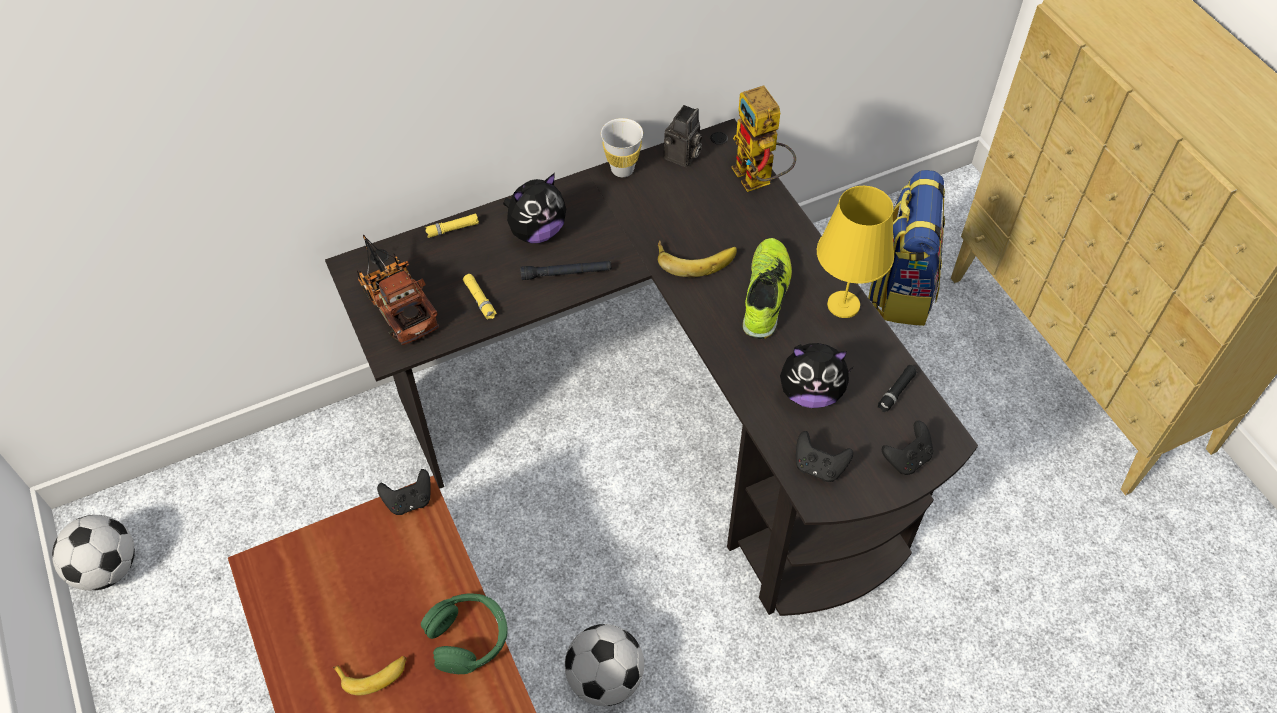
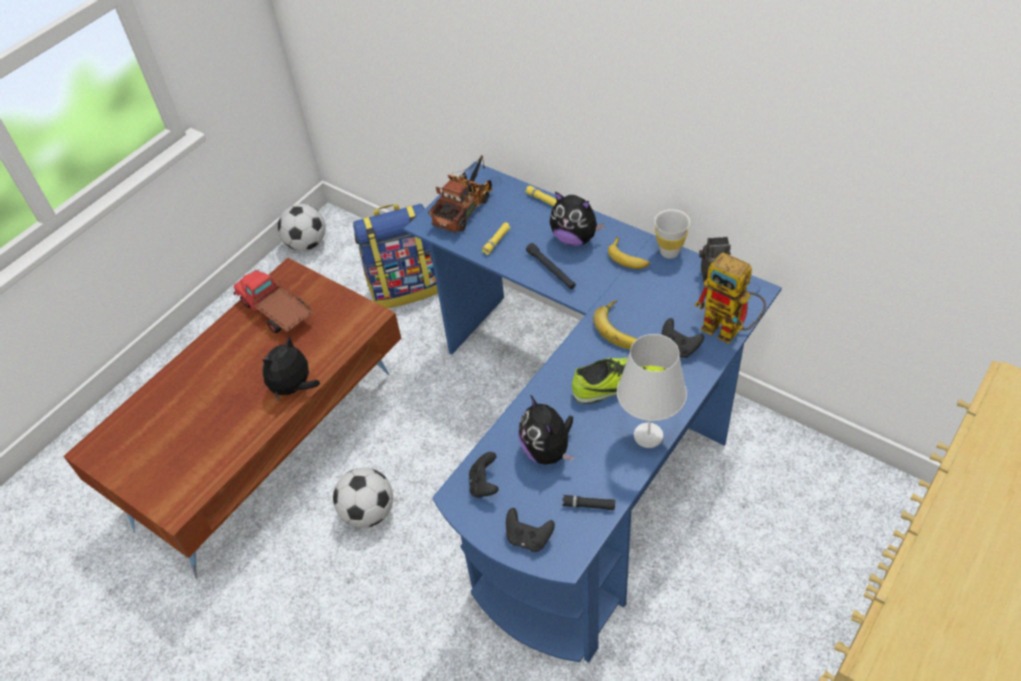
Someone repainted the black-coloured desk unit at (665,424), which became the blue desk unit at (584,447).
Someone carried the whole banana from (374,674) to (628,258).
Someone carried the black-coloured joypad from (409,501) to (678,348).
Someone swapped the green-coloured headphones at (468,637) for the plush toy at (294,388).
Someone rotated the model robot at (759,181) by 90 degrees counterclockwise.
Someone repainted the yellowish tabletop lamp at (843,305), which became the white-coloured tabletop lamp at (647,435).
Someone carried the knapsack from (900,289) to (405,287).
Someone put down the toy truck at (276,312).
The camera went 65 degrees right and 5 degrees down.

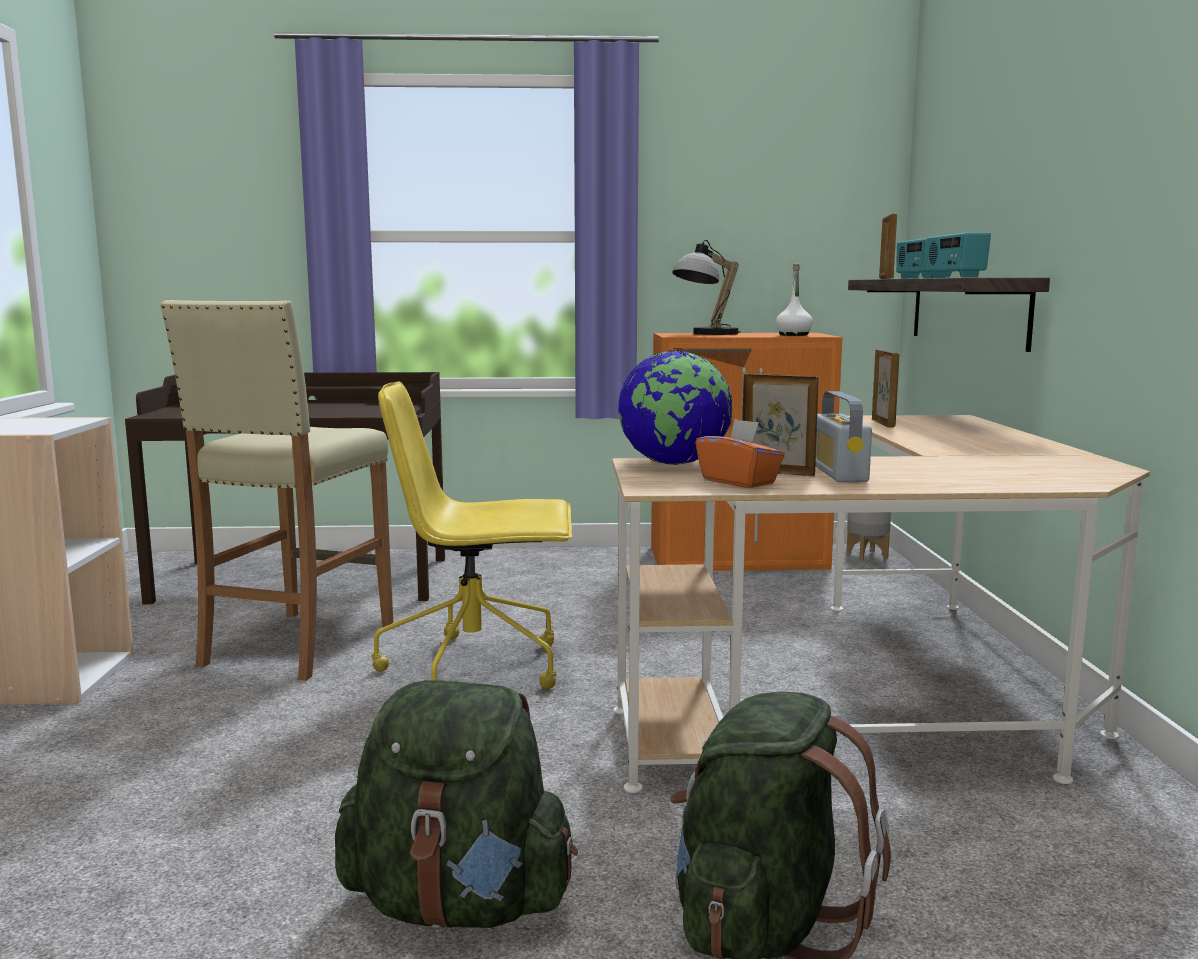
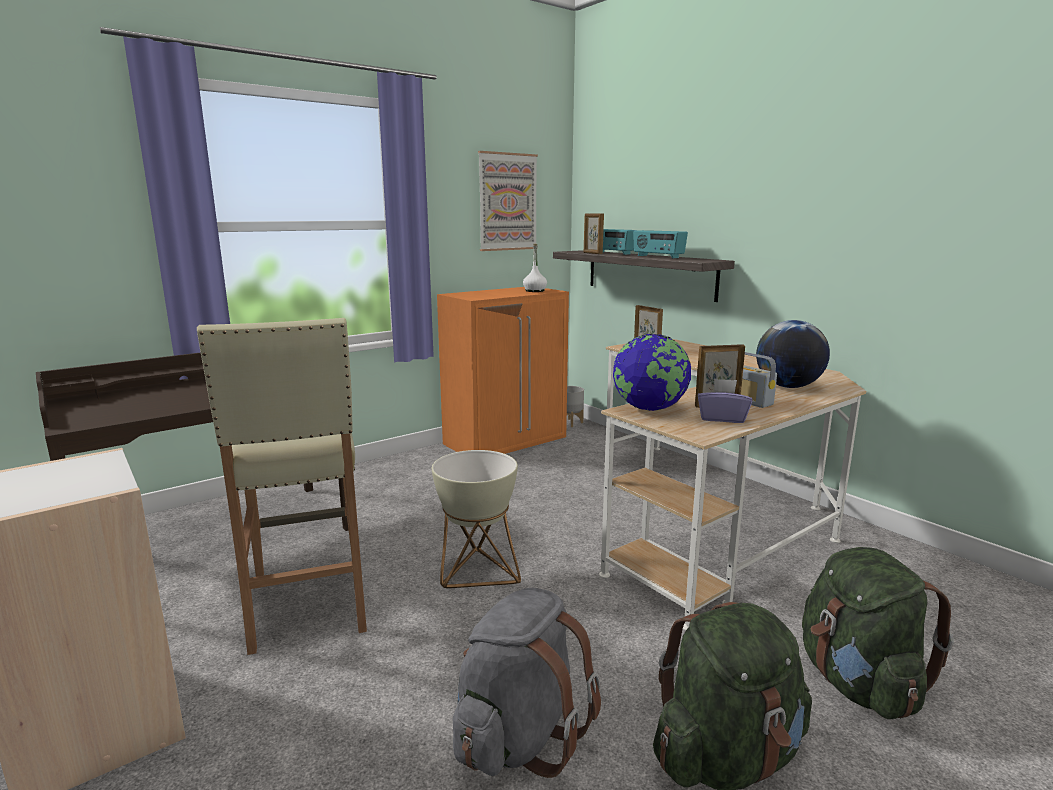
Someone swapped the yellowish desk chair at (482,668) for the flower pot at (477,573).
Someone took away the tabletop lamp at (707,334).
Someone repainted the orangey tissue holder at (739,481), which became the purple-coloured tissue holder at (722,418).
Someone put down the greyish knapsack at (519,736).
Someone put up the picture at (507,202).
Someone put down the globe at (788,386).
The camera went 35 degrees left and 5 degrees up.

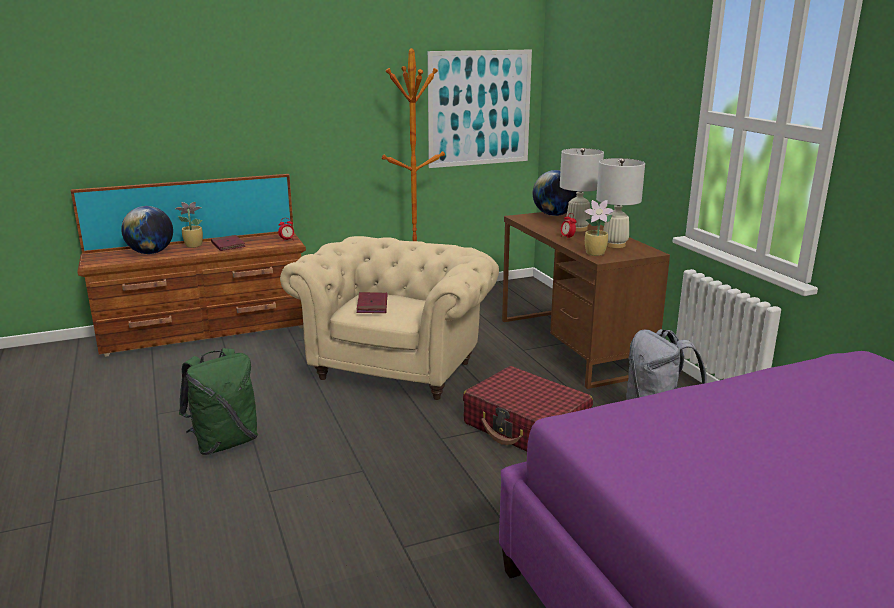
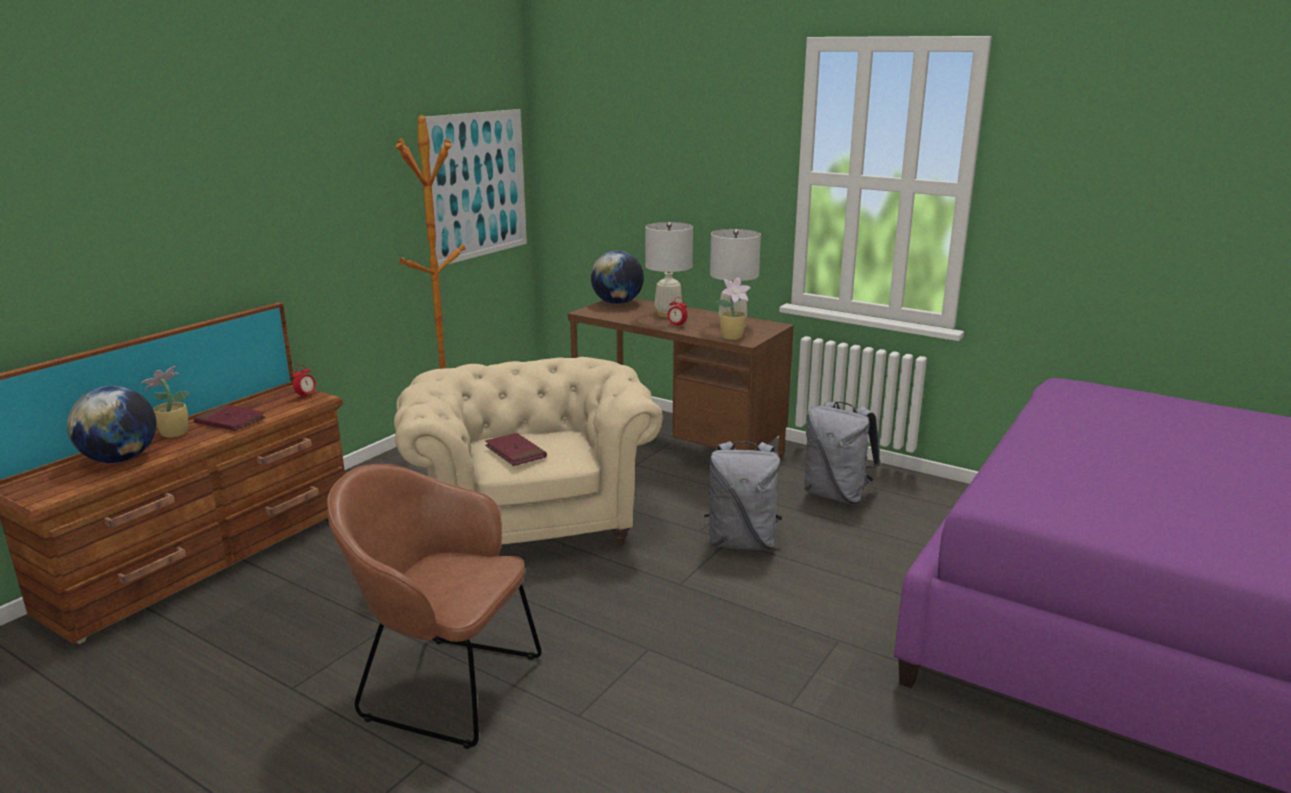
Someone swapped the green-coloured knapsack at (225,442) for the brown lounge chair at (443,685).
Someone swapped the red suitcase at (526,427) for the greyish knapsack at (742,542).
The camera went 35 degrees left and 0 degrees up.

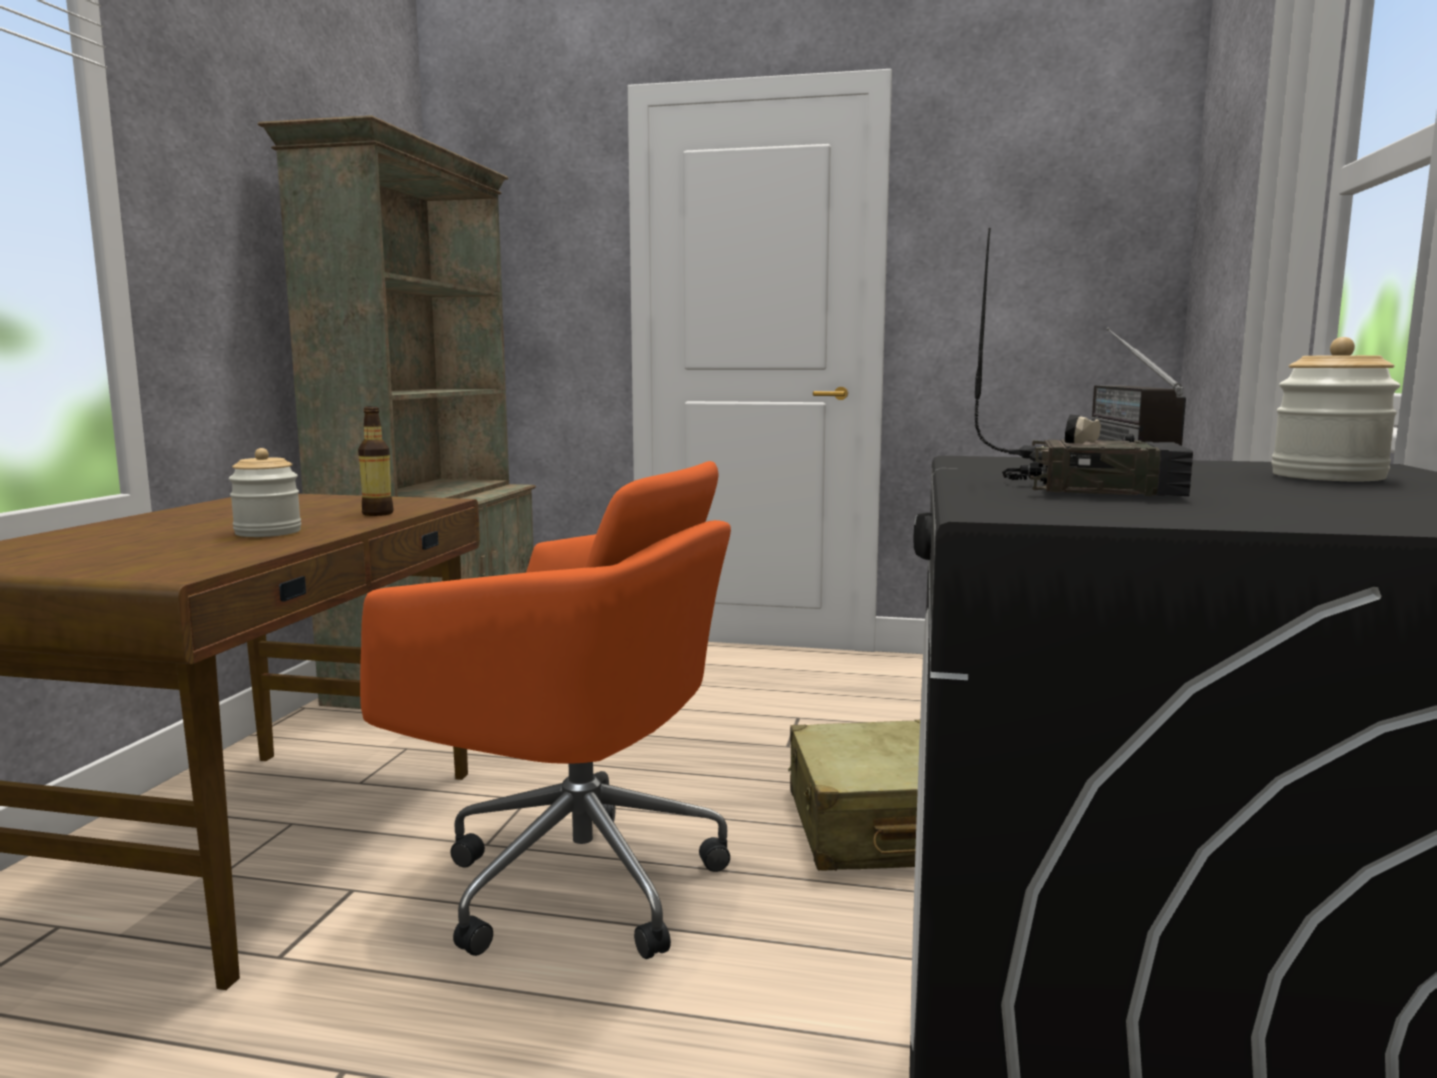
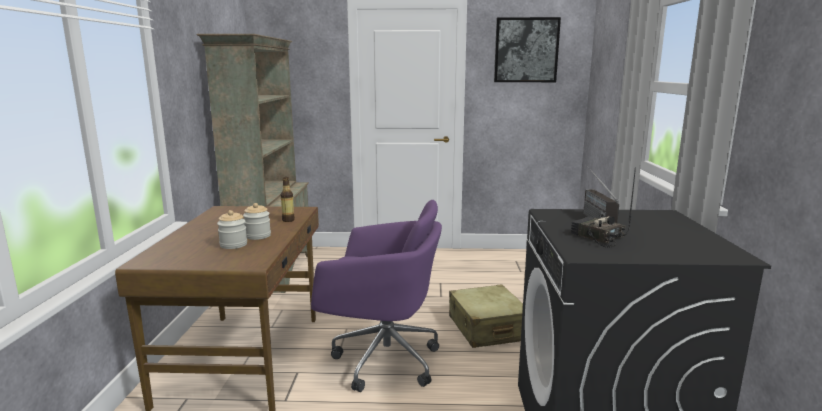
Someone repainted the orangey desk chair at (569,883), which became the purple-coloured desk chair at (381,361).
Someone rotated the radio receiver at (1095,489) by 135 degrees counterclockwise.
Someone carried the preserve jar from (1327,476) to (233,245).
Someone put up the picture at (526,50).
The camera went 10 degrees left and 5 degrees up.

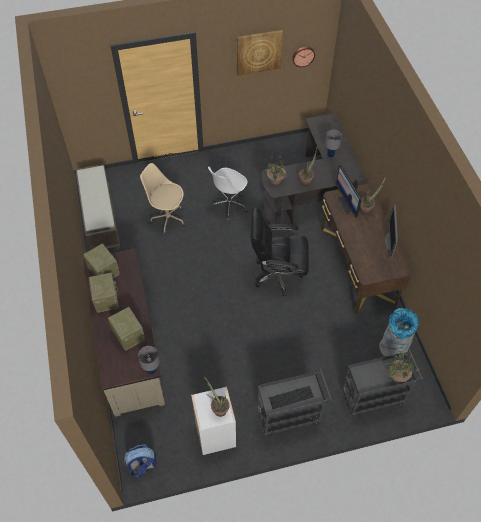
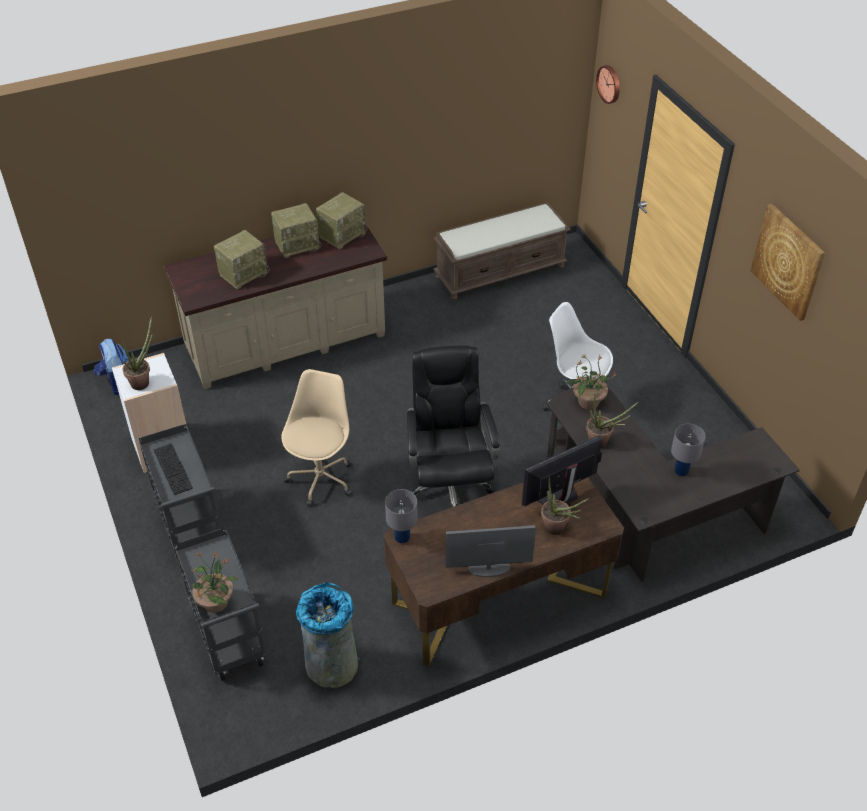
Someone carried the greyish tabletop lamp from (151,370) to (401,537).
Someone carried the beige-coloured desk chair from (167,219) to (321,479).
Someone carried the clock on the wall from (303,56) to (609,84).
The camera went 80 degrees right and 10 degrees down.

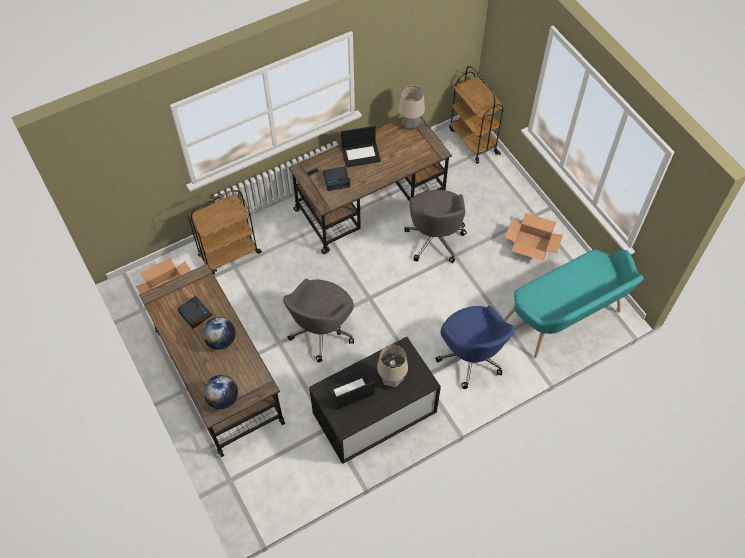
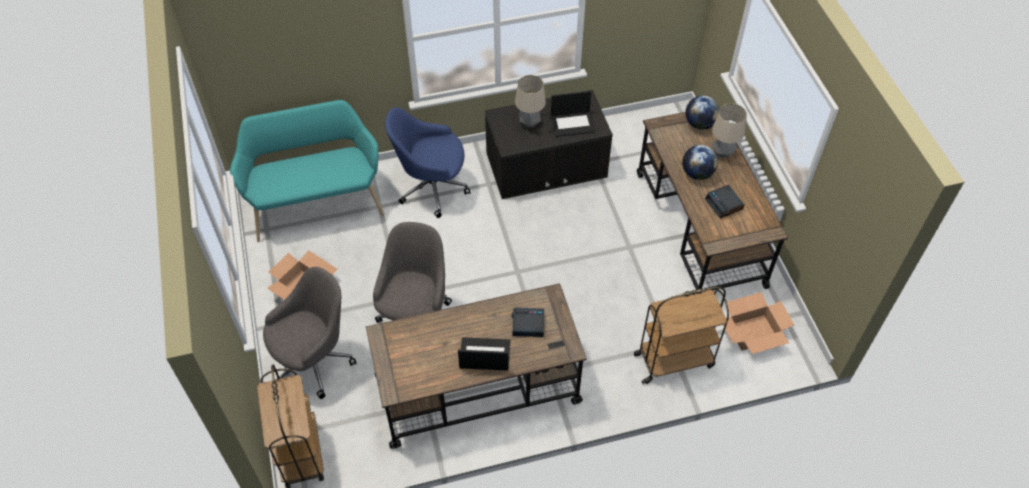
Someone carried the greyish desk chair from (321,332) to (315,361).
Someone carried the tabletop lamp from (411,126) to (722,153).
Someone rotated the blue desk chair at (471,358) by 75 degrees counterclockwise.
The camera went 165 degrees left and 5 degrees down.

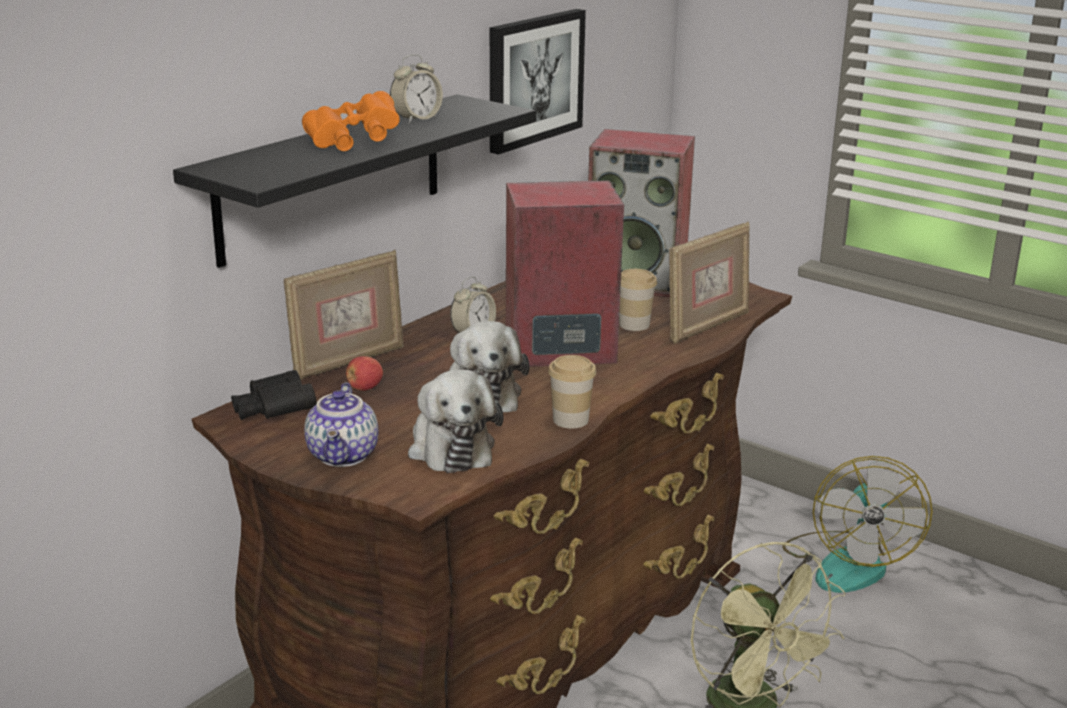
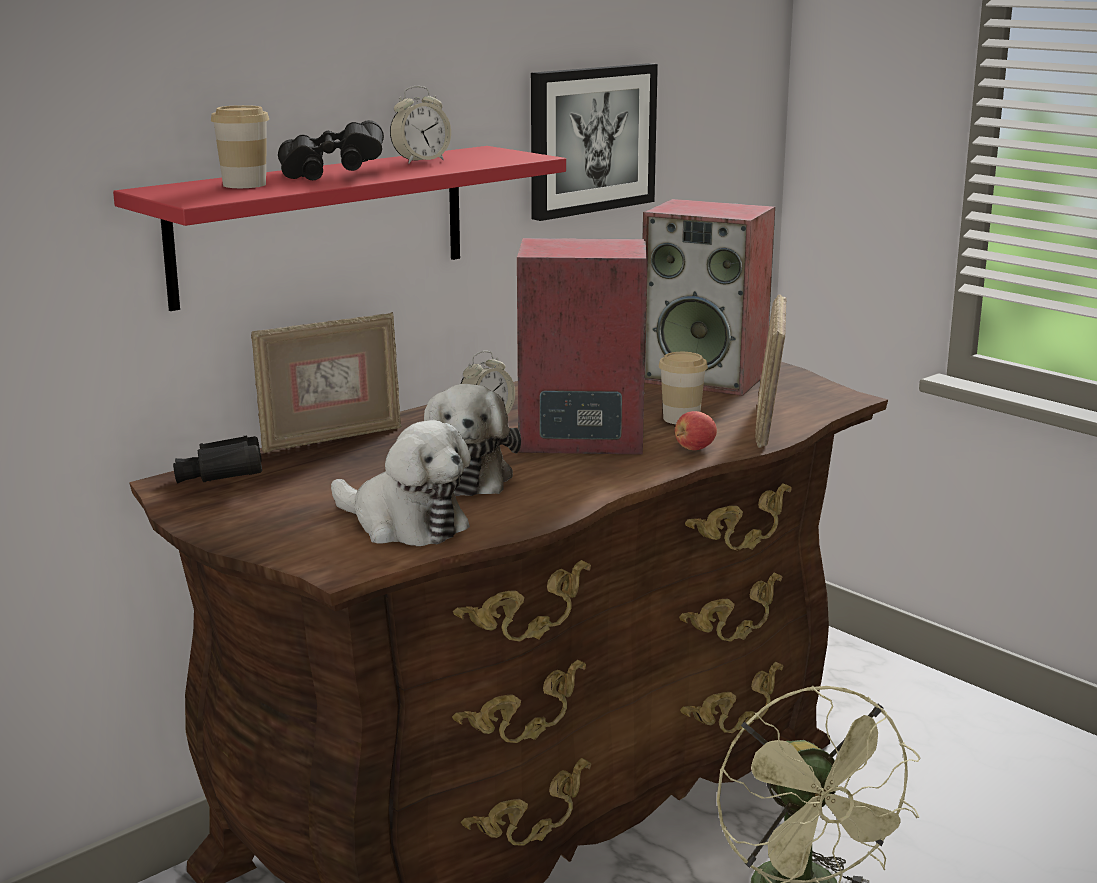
Someone repainted the black-coloured bracket shelf at (332,178), which became the red bracket shelf at (321,224).
Someone repainted the orangey field glasses at (353,142), which became the black-coloured field glasses at (331,175).
Someone took away the teapot at (344,456).
Someone carried the whole apple from (364,388) to (694,448).
Someone rotated the plush toy at (450,447) by 45 degrees counterclockwise.
Someone carried the small cup from (570,420) to (244,184).
Someone rotated the photo frame at (707,326) by 135 degrees clockwise.
Someone took away the electric fan at (848,562).
The camera went 10 degrees right and 5 degrees down.

